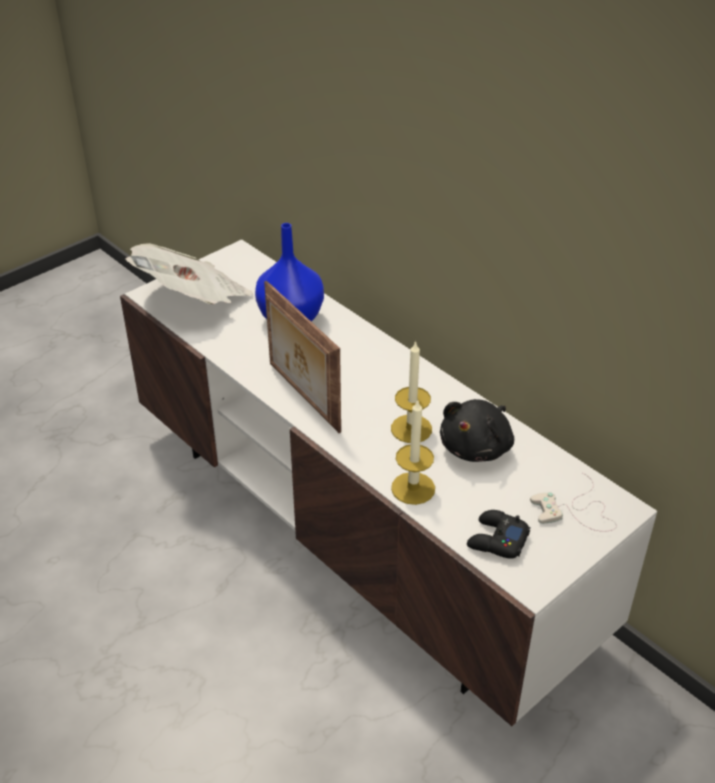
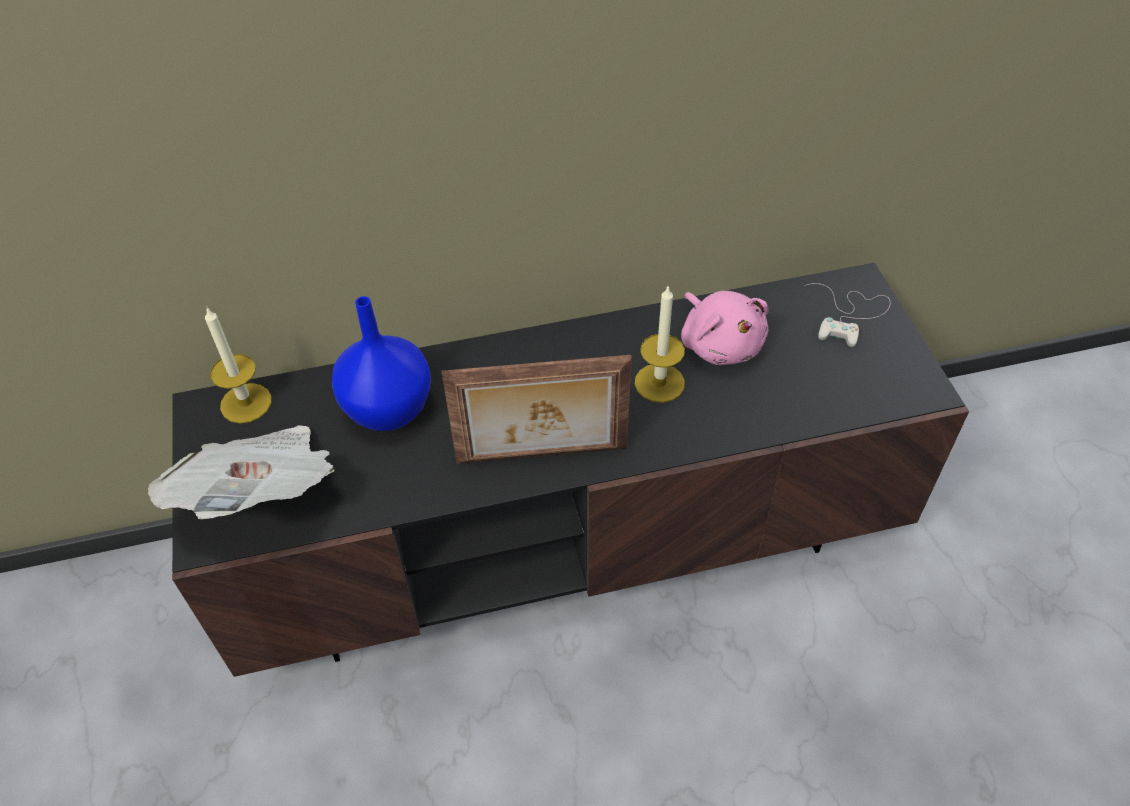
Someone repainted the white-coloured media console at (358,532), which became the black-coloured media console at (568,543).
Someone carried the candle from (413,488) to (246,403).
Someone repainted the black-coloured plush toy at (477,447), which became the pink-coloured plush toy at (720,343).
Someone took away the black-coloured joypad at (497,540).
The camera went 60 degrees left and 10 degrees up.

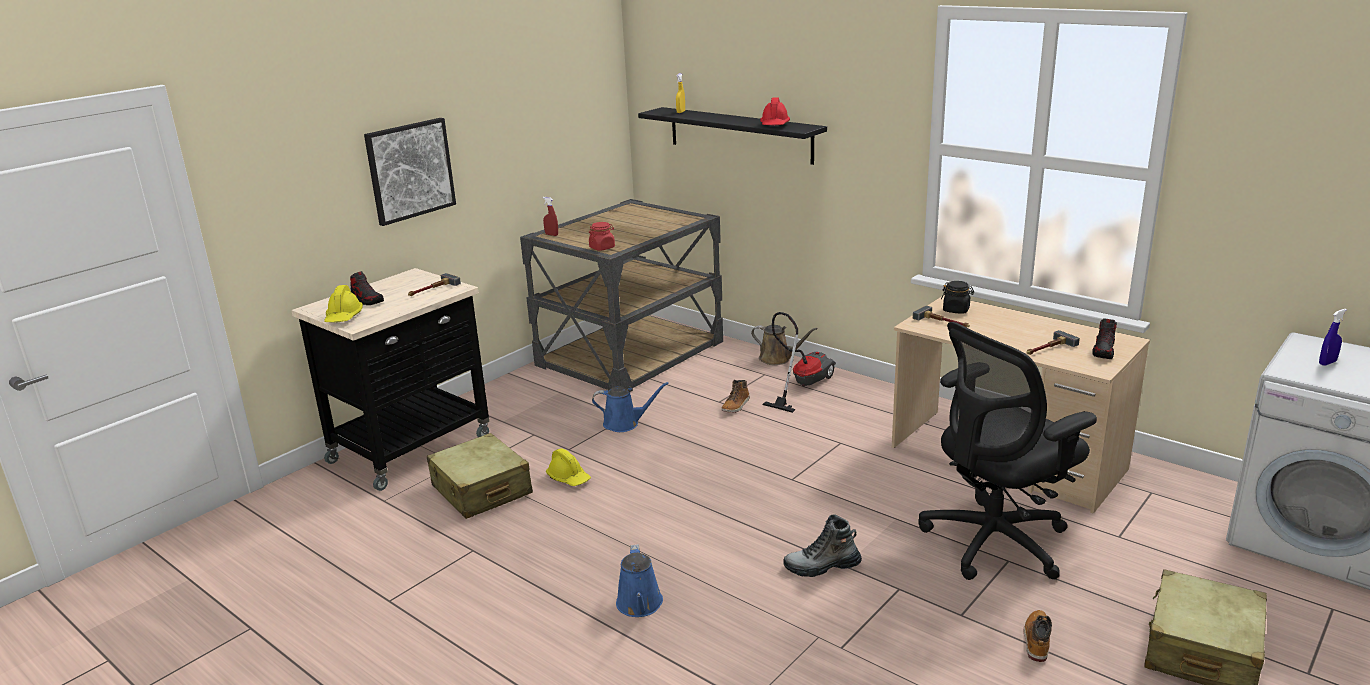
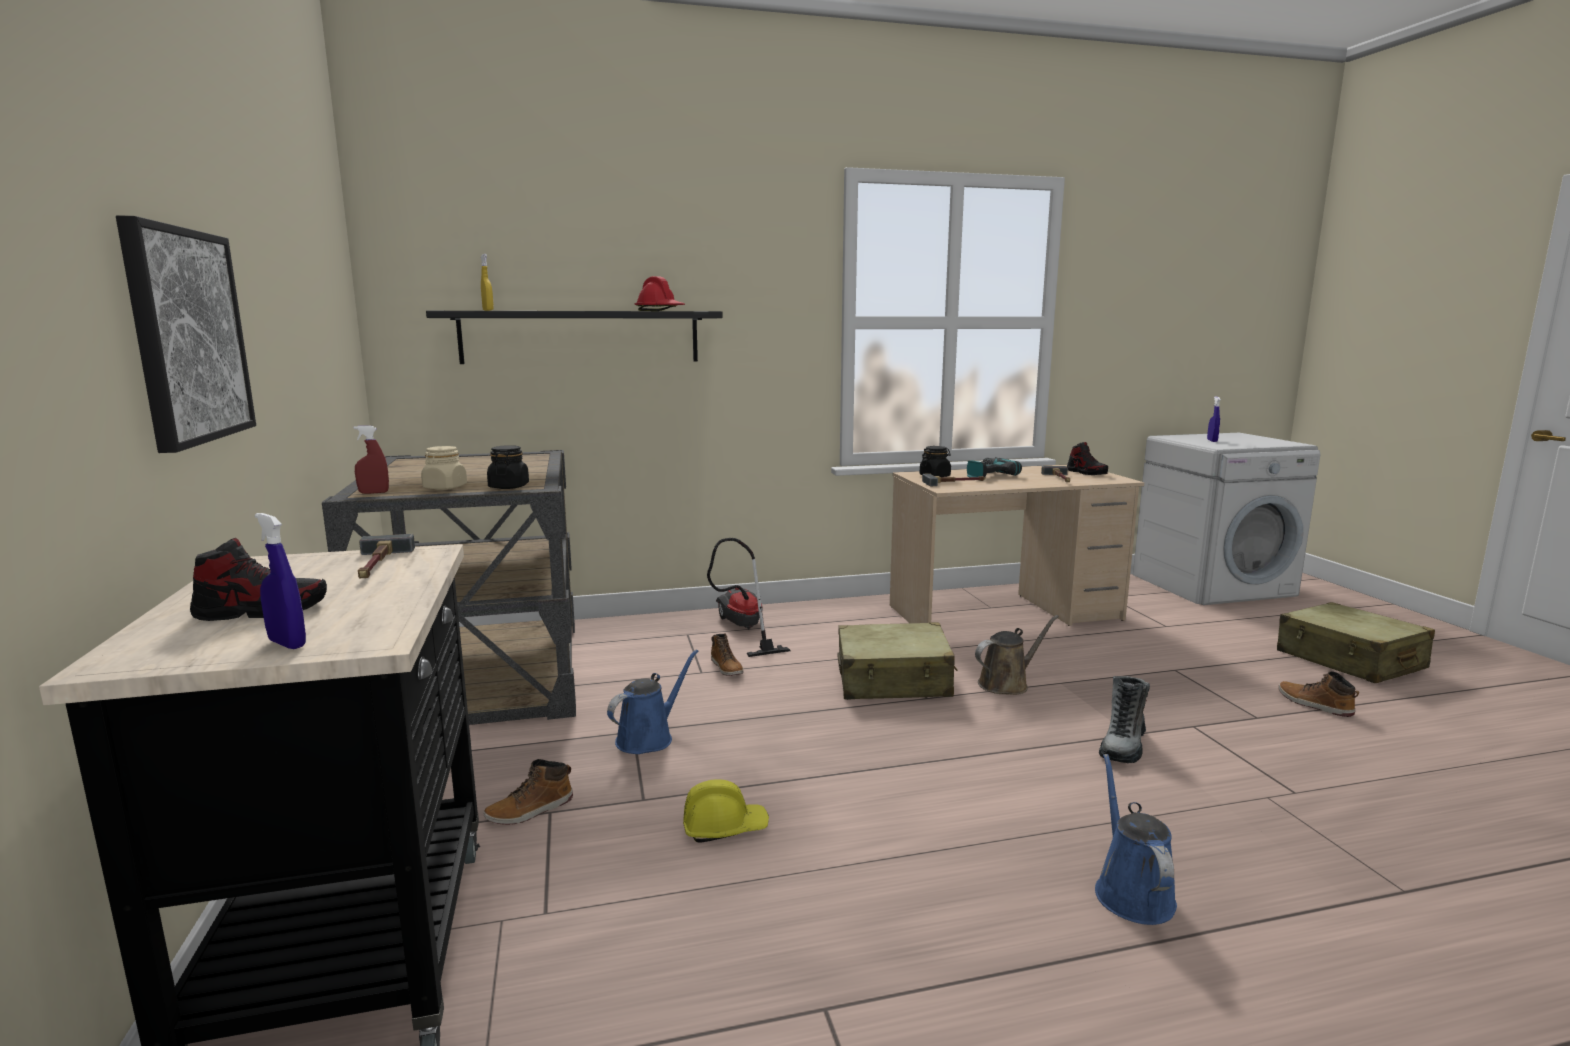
Someone swapped the yellowish hard hat at (344,317) for the blue sprayer at (287,643).
Someone carried the beige-coloured suitcase from (481,490) to (893,680).
Someone repainted the red preserve jar at (602,248), which became the black-coloured preserve jar at (509,487).
Someone rotated the blue watering pot at (640,605) by 120 degrees counterclockwise.
Someone carried the brown watering pot from (778,359) to (1007,683).
Someone took away the black-coloured desk chair at (999,537).
Someone put down the beige-coloured preserve jar at (445,487).
Someone put down the boot at (530,810).
Someone put down the power drill at (987,475).
The camera went 55 degrees left and 10 degrees down.

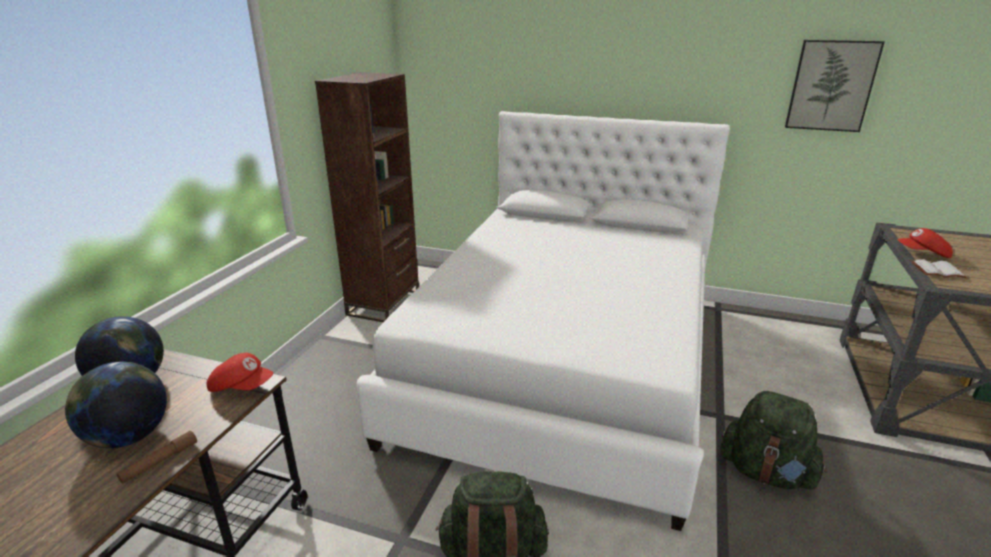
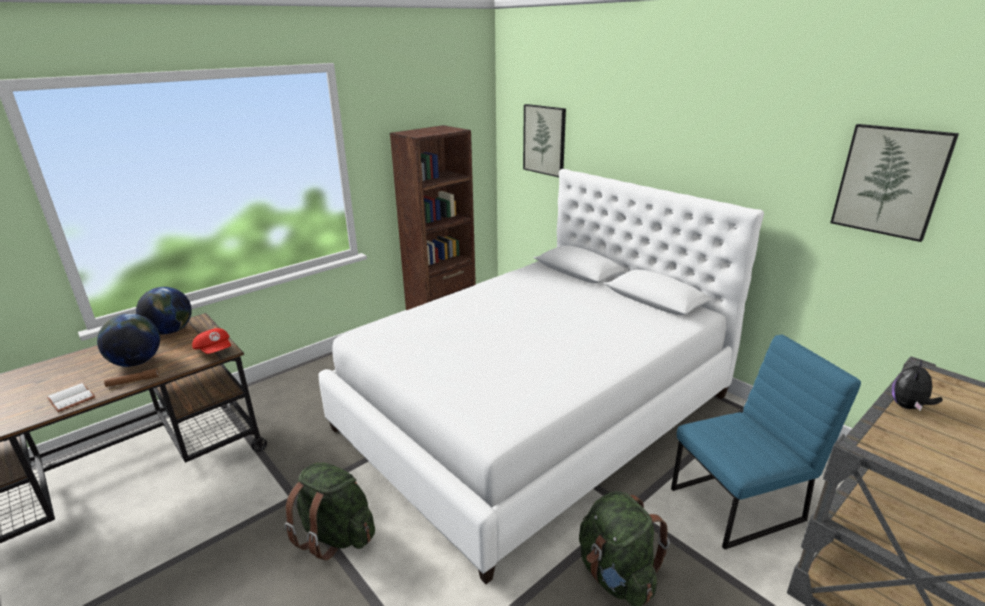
Someone swapped the red peaked cap at (922,254) for the plush toy at (908,407).
Someone carried the white-coloured book from (937,270) to (73,398).
Someone put up the picture at (545,140).
Someone put down the blue chair at (740,503).
The camera went 30 degrees right and 0 degrees up.

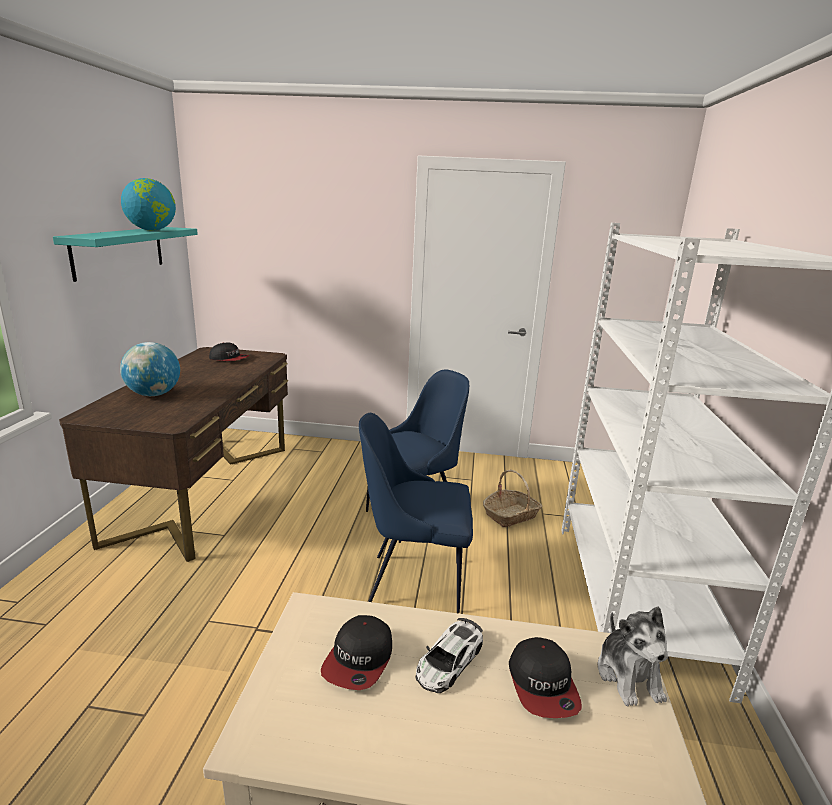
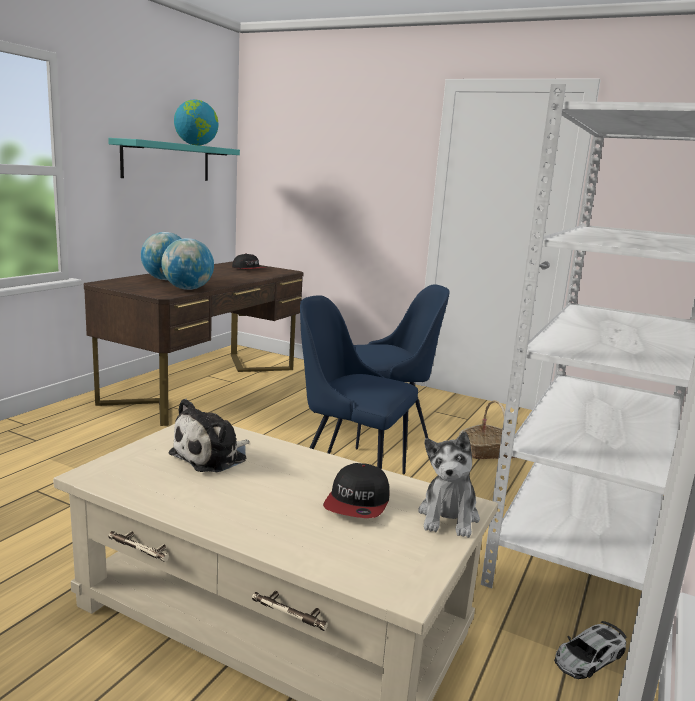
Someone swapped the peaked cap at (359,659) for the plush toy at (212,456).
Someone carried the model car from (449,661) to (588,657).
Someone put down the globe at (187,289).
The camera went 20 degrees right and 5 degrees down.

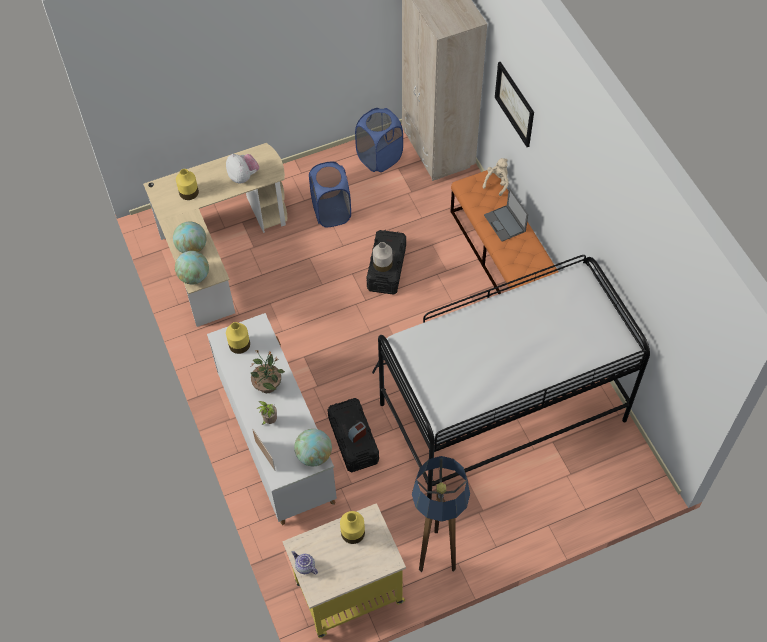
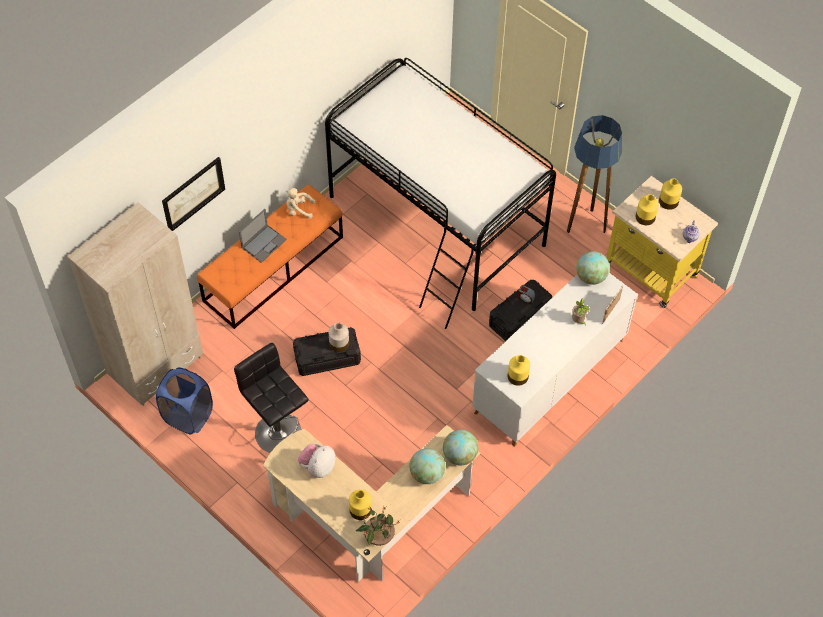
Someone carried the houseplant from (268,385) to (378,537).
Someone swapped the blue washing basket at (331,212) for the black-coloured sitting stool at (278,432).
Someone carried the beige-coloured plush toy from (497,182) to (298,209).
Someone put down the yellowish flower vase at (668,201).
The camera went 115 degrees left and 0 degrees up.

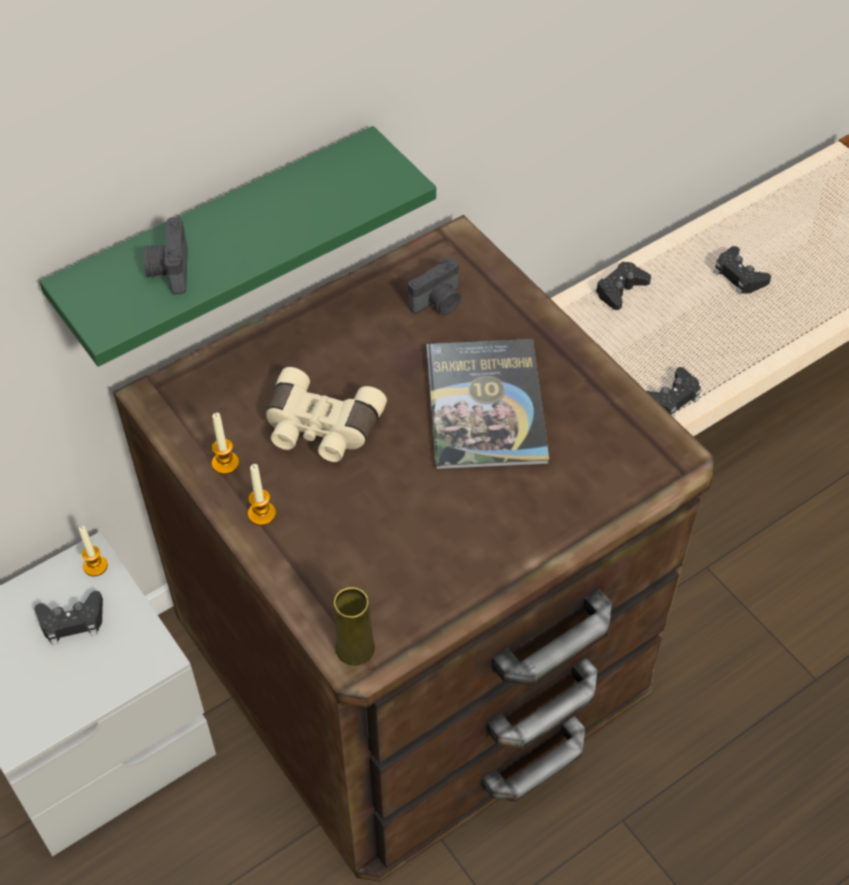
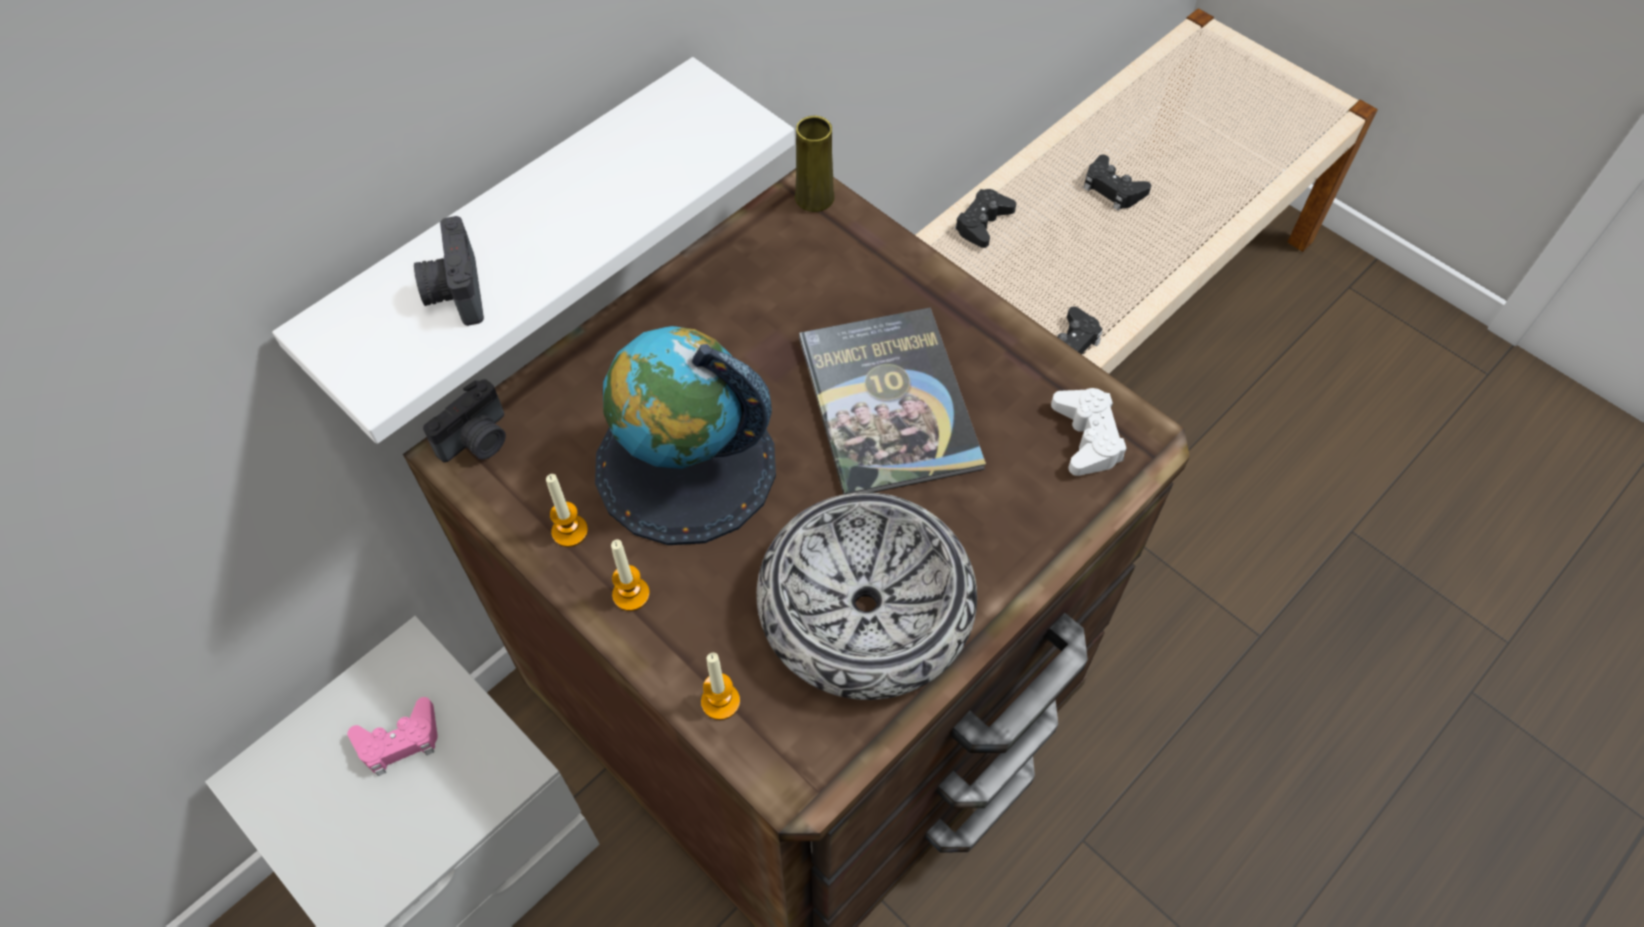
Someone repainted the black-coloured joypad at (72,621), which became the pink-coloured joypad at (399,740).
Someone repainted the green-coloured bracket shelf at (221,244), which became the white-coloured bracket shelf at (516,241).
Someone carried the candle from (95,566) to (720,701).
Someone swapped the beige-coloured field glasses at (320,429) for the globe at (685,466).
Someone carried the yellowish flower vase from (355,648) to (814,198).
Someone carried the photo camera from (438,303) to (478,441).
Someone put down the serving bowl at (865,609).
Someone put down the white-coloured joypad at (1087,437).
The camera went 10 degrees left and 5 degrees up.

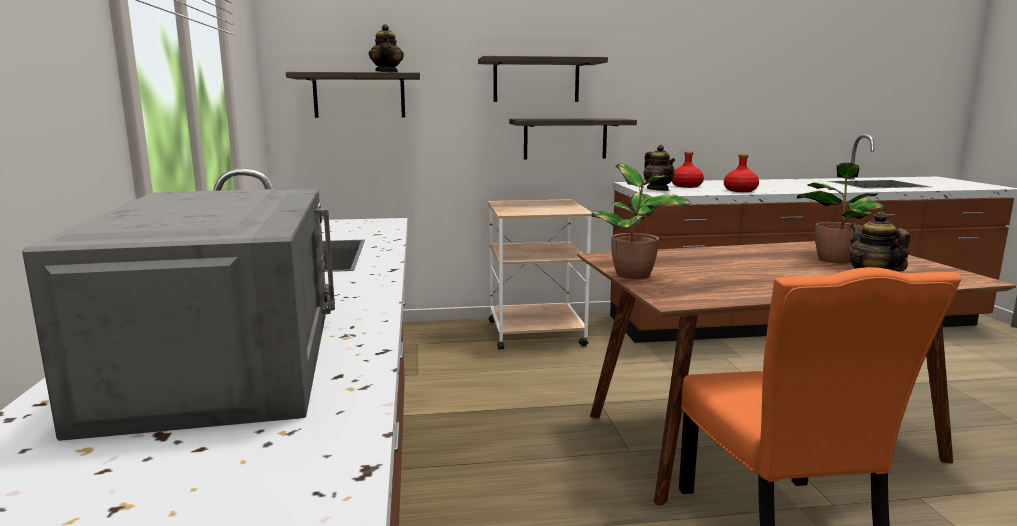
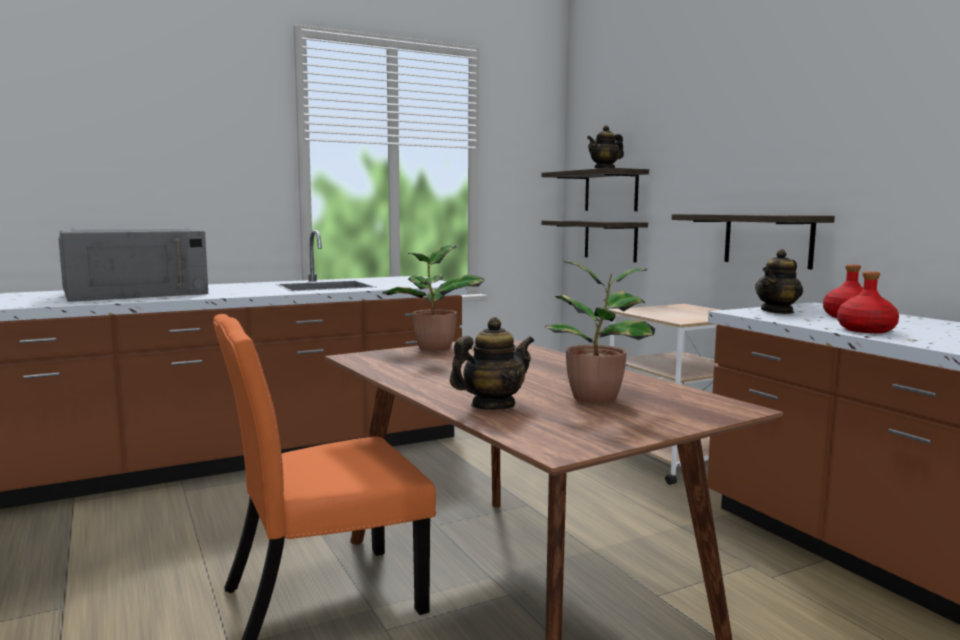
Someone carried the bracket shelf from (536,80) to (610,240).
The camera went 70 degrees right and 5 degrees down.

